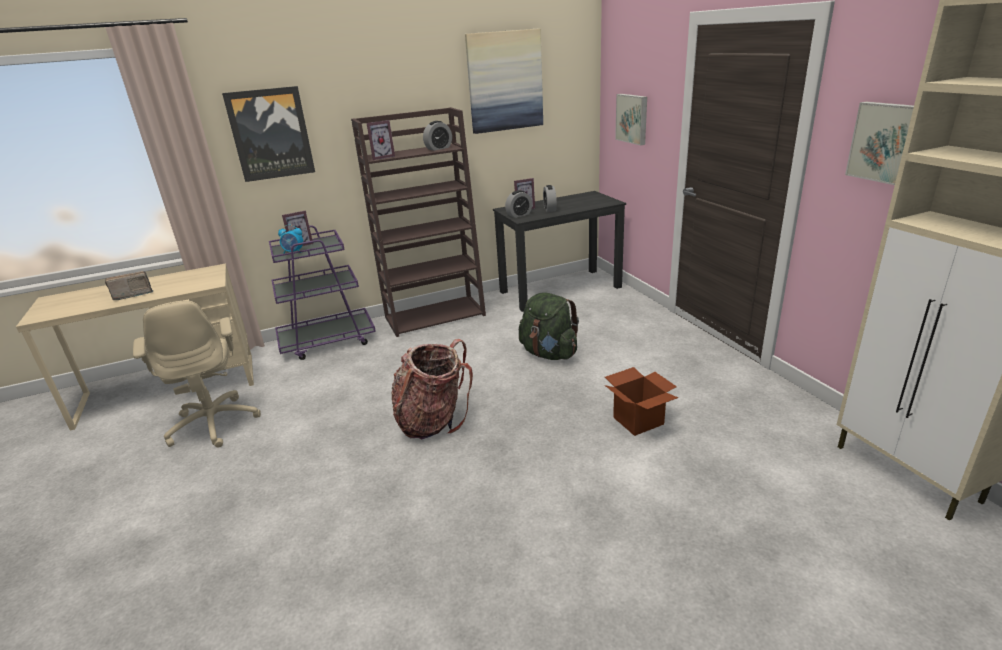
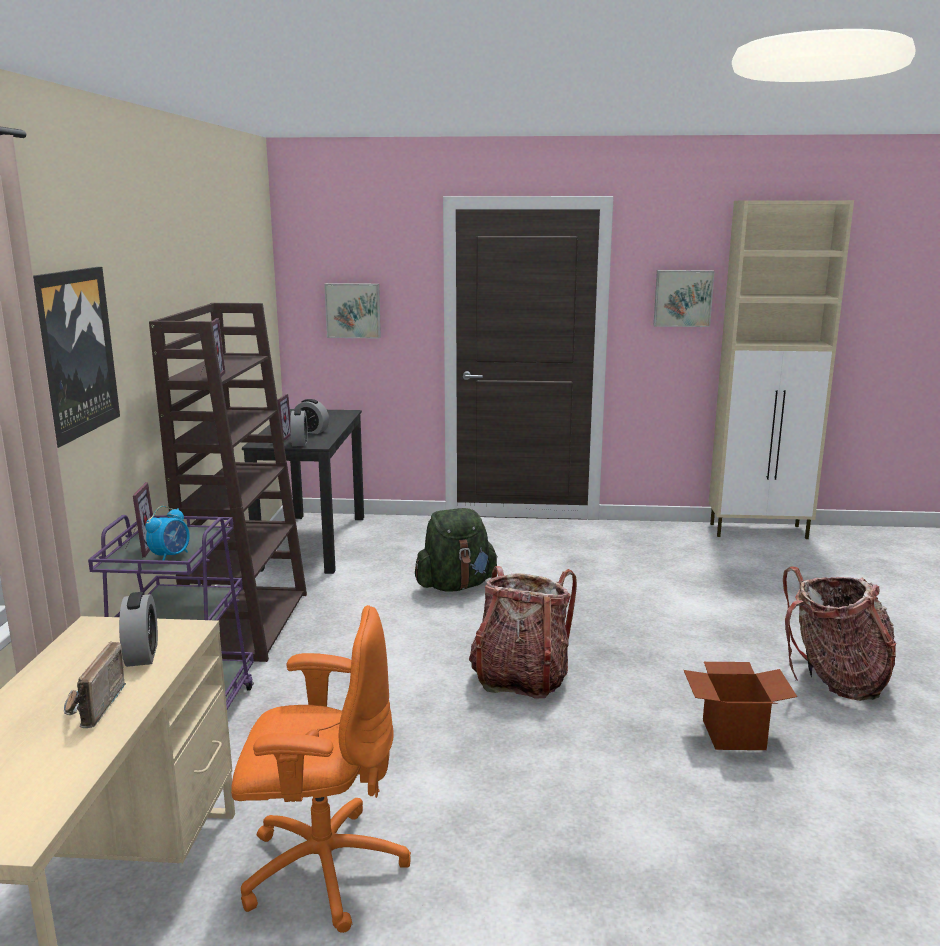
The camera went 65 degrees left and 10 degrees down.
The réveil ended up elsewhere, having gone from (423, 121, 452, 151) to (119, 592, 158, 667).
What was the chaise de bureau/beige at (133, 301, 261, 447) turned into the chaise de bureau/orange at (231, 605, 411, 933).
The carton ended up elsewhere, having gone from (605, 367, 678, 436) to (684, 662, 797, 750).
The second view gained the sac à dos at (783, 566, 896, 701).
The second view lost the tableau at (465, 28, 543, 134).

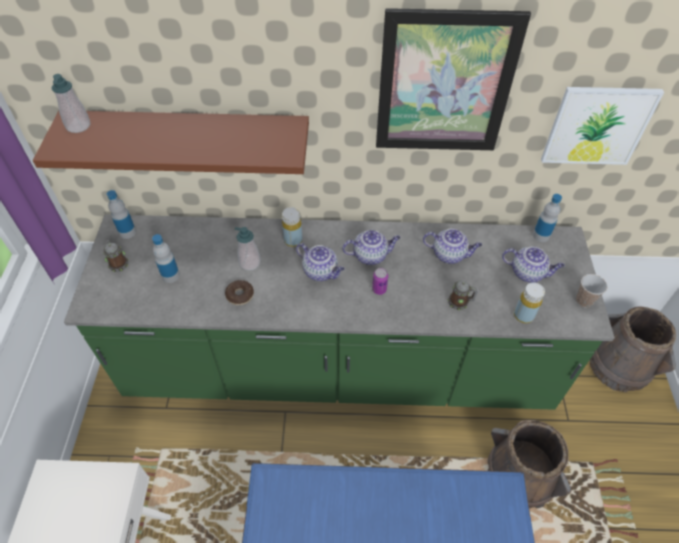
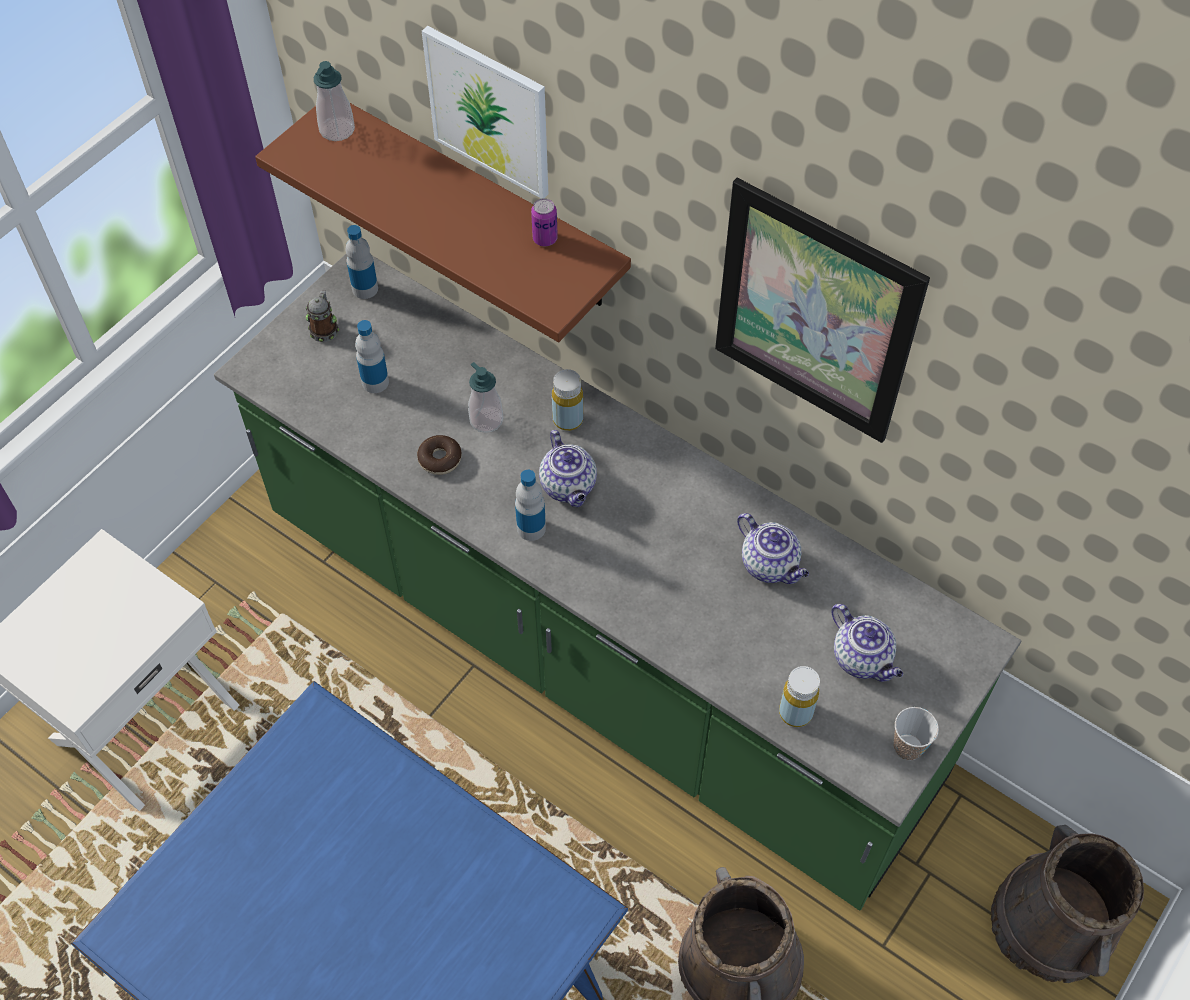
The camera went 35 degrees right and 5 degrees up.
The tableau ended up elsewhere, having gone from (541, 87, 664, 165) to (422, 26, 548, 199).
The bouteille ended up elsewhere, having gone from (533, 194, 562, 242) to (515, 470, 546, 541).
The boîte métallique ended up elsewhere, having gone from (372, 268, 388, 295) to (531, 198, 558, 246).
The second view lost the théière at (342, 230, 400, 265).
The second view lost the mug at (448, 280, 479, 310).

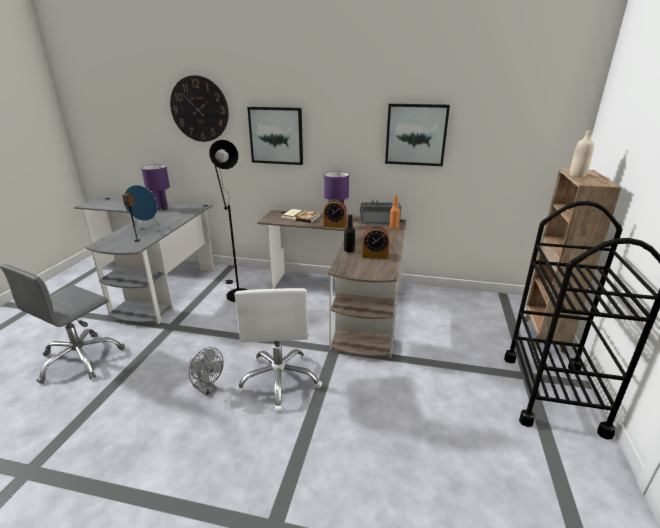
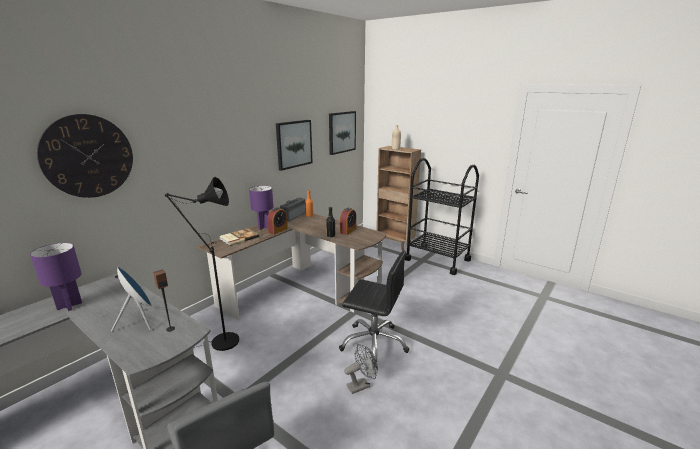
The camera went 65 degrees left and 5 degrees down.
The tableau ended up elsewhere, having gone from (247, 107, 303, 165) to (329, 111, 356, 155).
What was the chaise de bureau/blanc at (235, 288, 322, 412) turned into the chaise de bureau/noir at (339, 251, 409, 368).

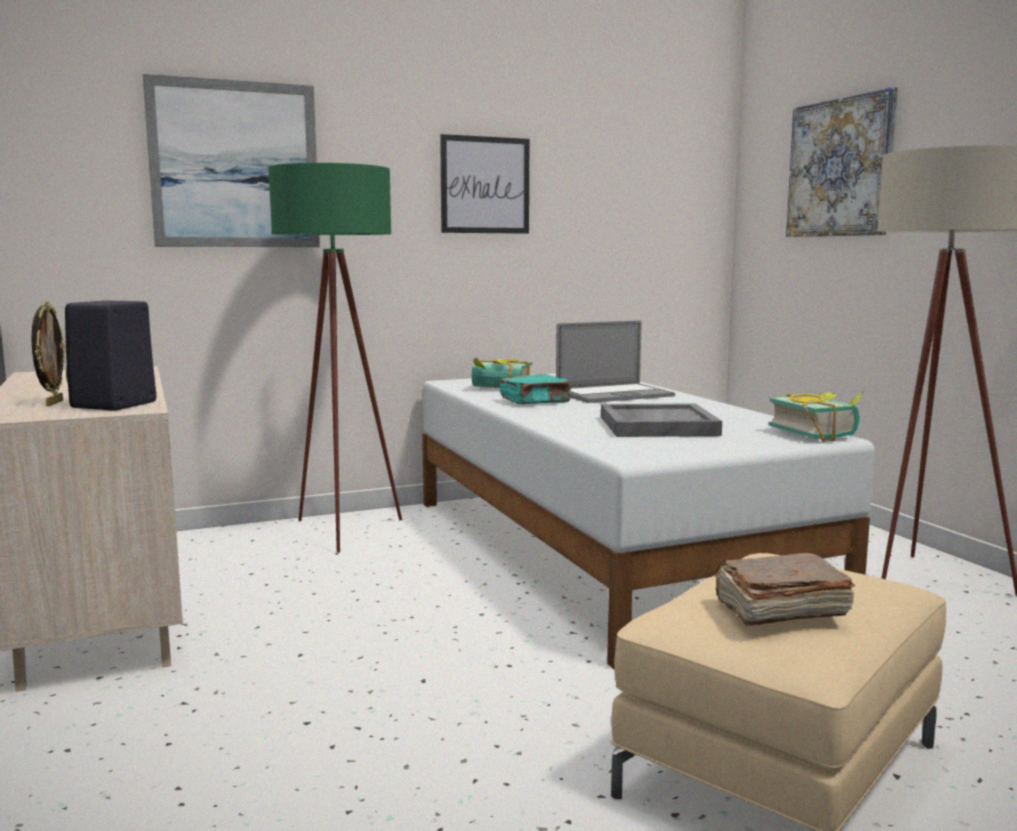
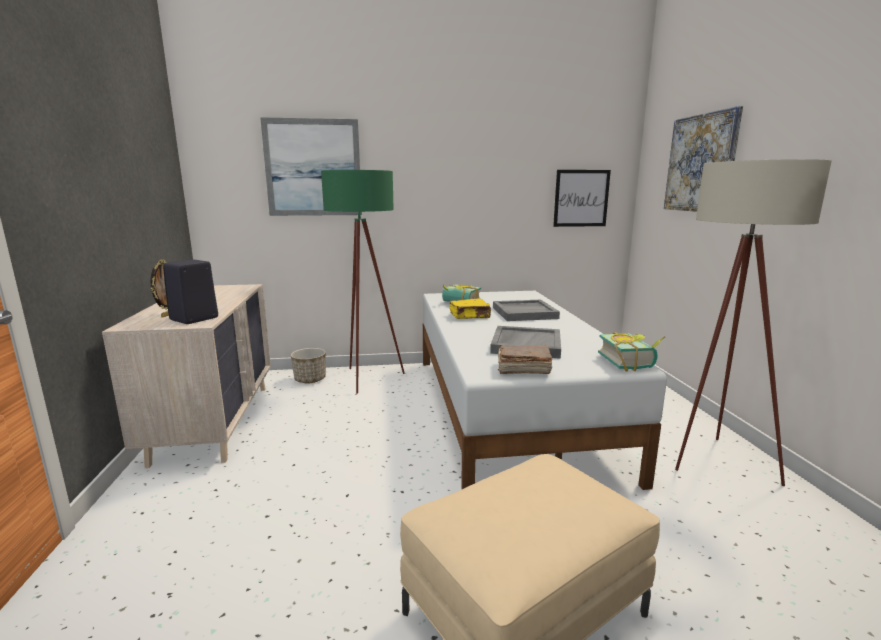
The camera went 15 degrees right and 5 degrees up.
The second view gained the cache-pot at (291, 348, 326, 384).
What was the livre/turquoise at (500, 374, 571, 404) turned into the livre/jaune at (449, 298, 492, 319).
Where the ordinateur portable stood at (556, 321, 675, 403), the plateau/gris came to stand at (493, 300, 560, 321).
The livre/marron ended up elsewhere, having gone from (715, 553, 855, 626) to (497, 345, 552, 374).
The tableau ended up elsewhere, having gone from (440, 134, 529, 234) to (553, 170, 611, 227).

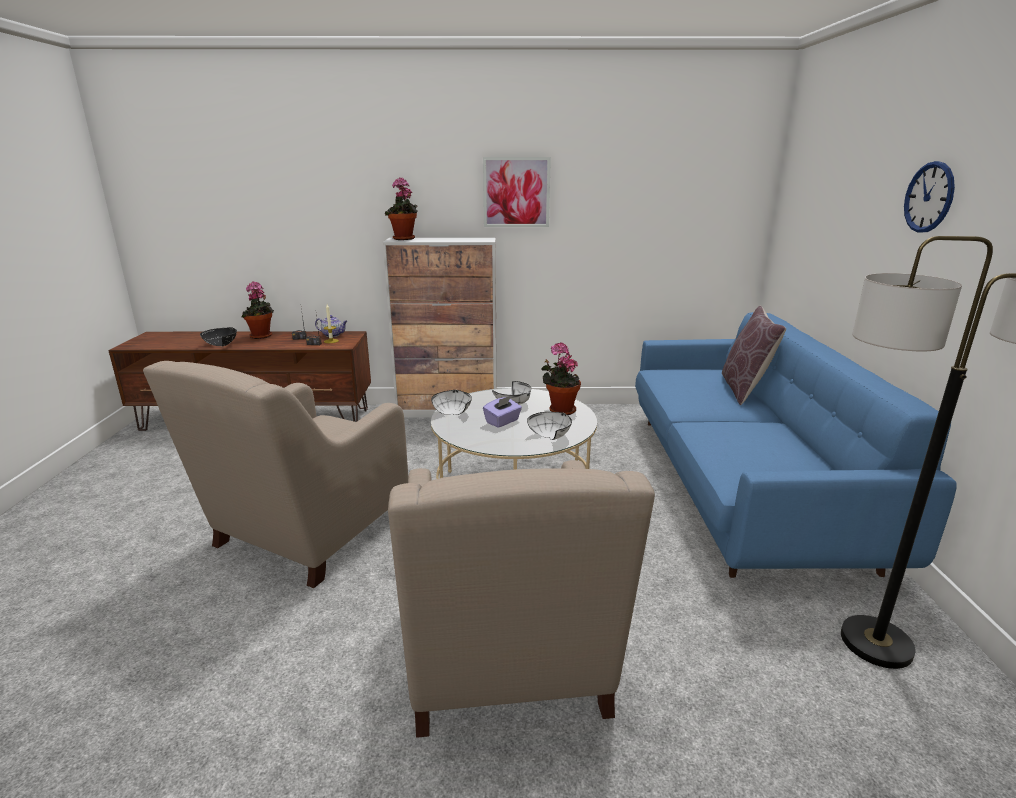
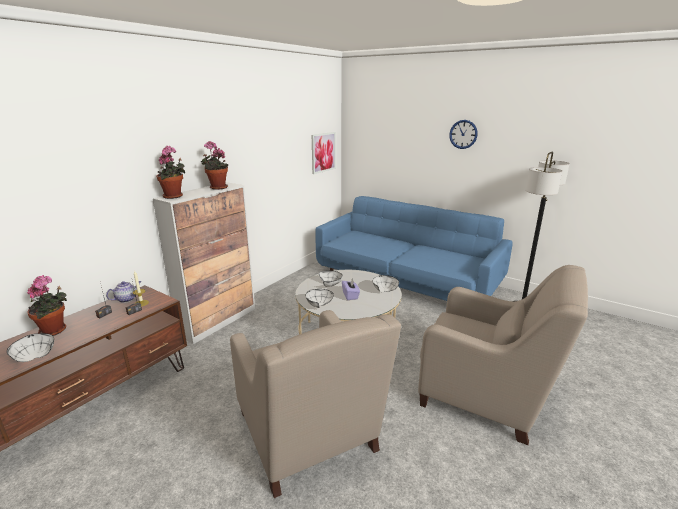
The camera went 55 degrees left and 0 degrees up.
What was the bol/noir at (200, 327, 237, 346) turned into the bol/blanc at (7, 333, 54, 362).
The plante en pot ended up elsewhere, having gone from (541, 342, 581, 415) to (200, 141, 228, 190).
The tableau ended up elsewhere, having gone from (483, 157, 551, 227) to (312, 132, 336, 174).
The second view lost the coussin/marron at (722, 306, 786, 405).

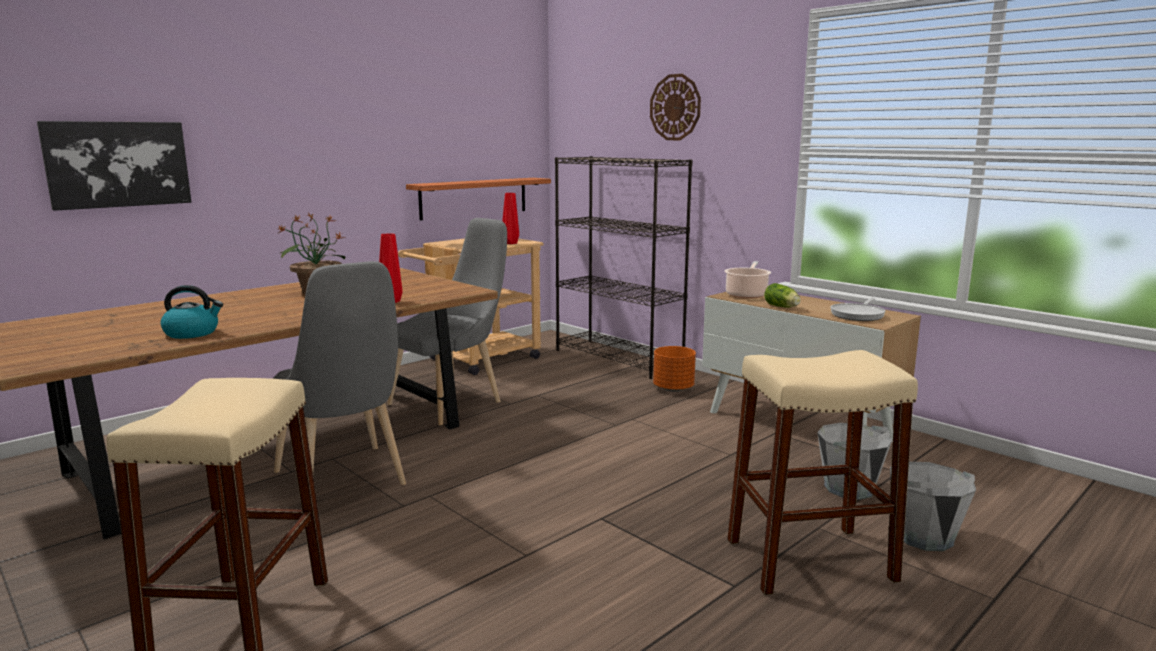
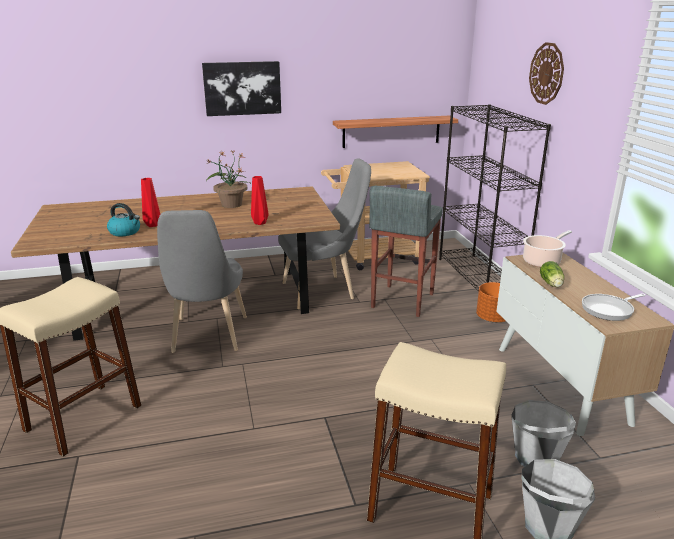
The camera went 30 degrees right and 10 degrees up.
The vase/rouge ended up elsewhere, having gone from (502, 193, 519, 244) to (141, 178, 160, 227).
The tableau ended up elsewhere, having gone from (37, 121, 191, 211) to (202, 61, 281, 116).
The second view gained the tabouret/gris at (369, 186, 443, 317).

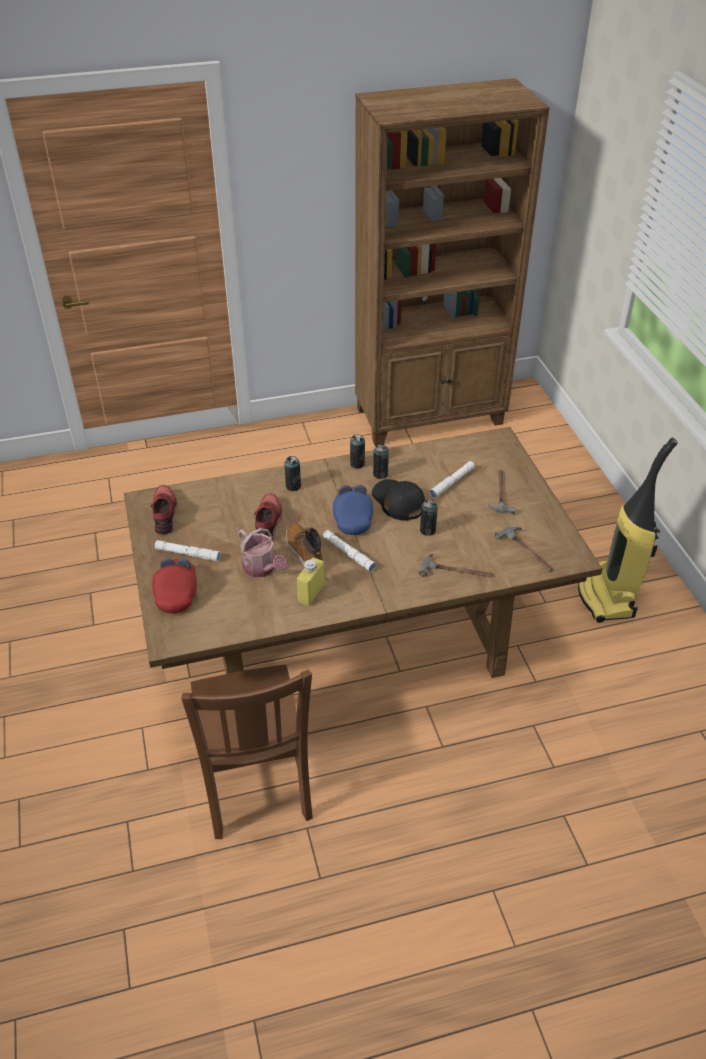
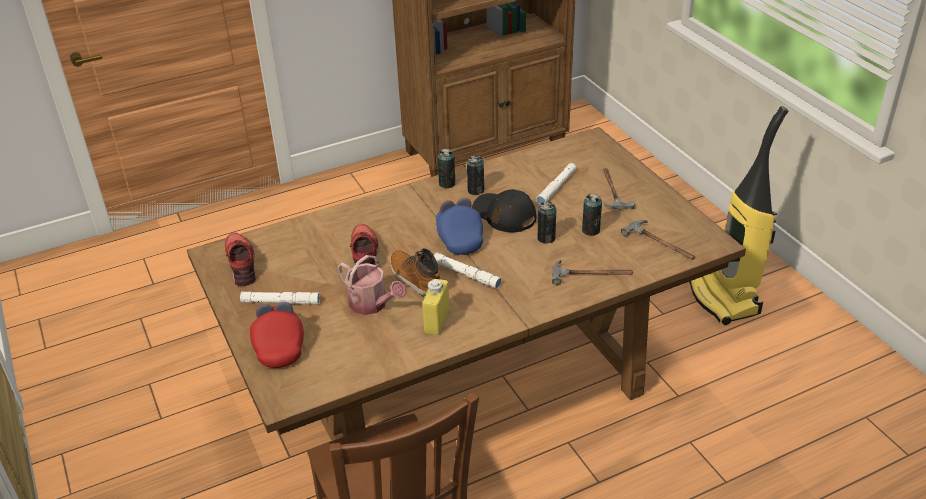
The camera went 10 degrees left and 5 degrees down.
The boîte métallique ended up elsewhere, having gone from (284, 456, 301, 491) to (582, 194, 602, 236).

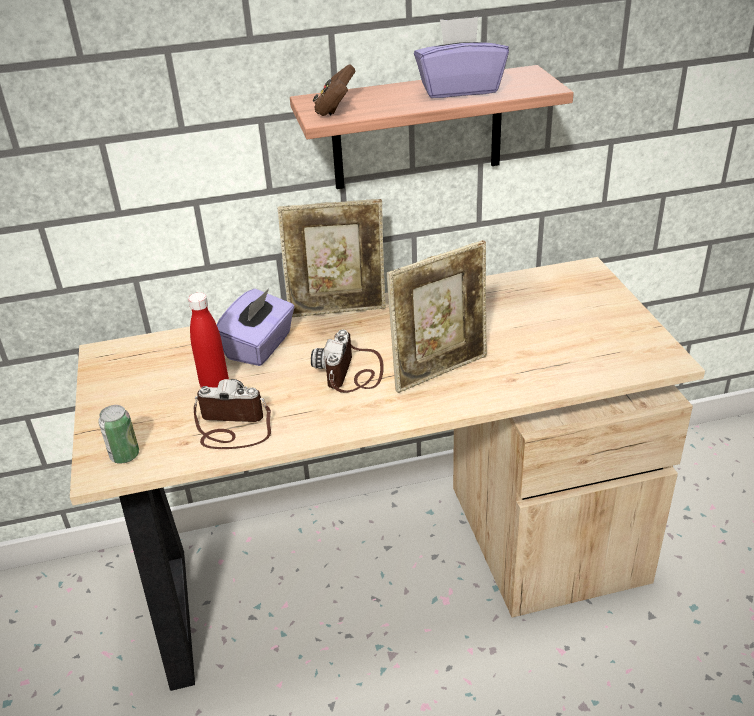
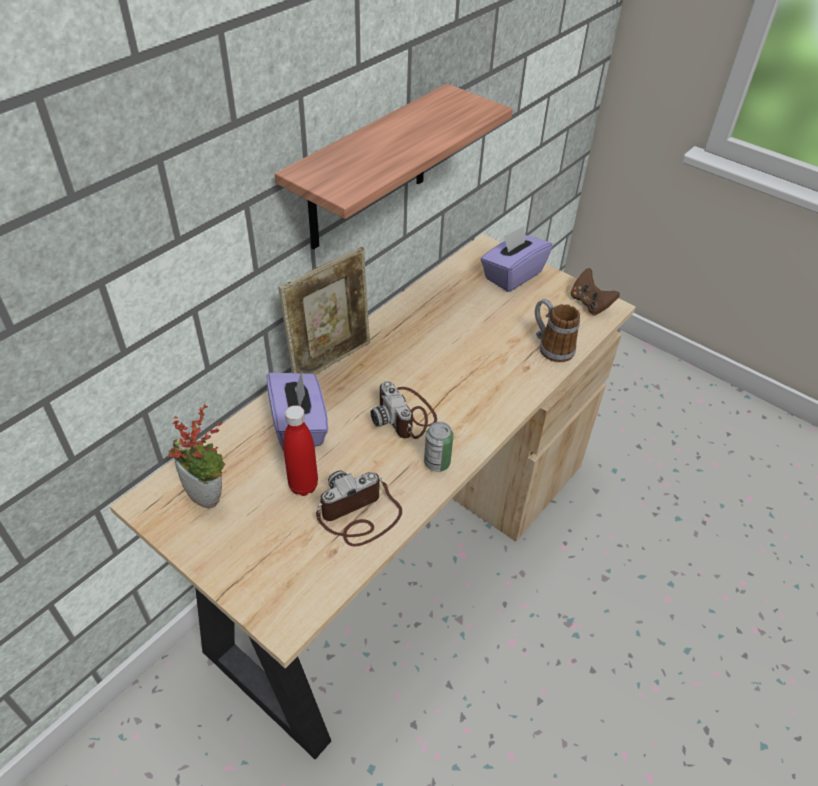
The camera went 40 degrees left and 10 degrees up.
The second view gained the plante en pot at (168, 404, 226, 509).
The boîte métallique ended up elsewhere, having gone from (98, 405, 139, 464) to (424, 422, 453, 472).
The boîte à mouchoirs/violet ended up elsewhere, having gone from (414, 17, 509, 98) to (481, 226, 552, 292).
The second view gained the mug at (535, 299, 580, 362).
The manette/marron ended up elsewhere, having gone from (313, 64, 356, 116) to (571, 268, 620, 315).
The second view lost the cadre photo at (387, 240, 487, 393).

